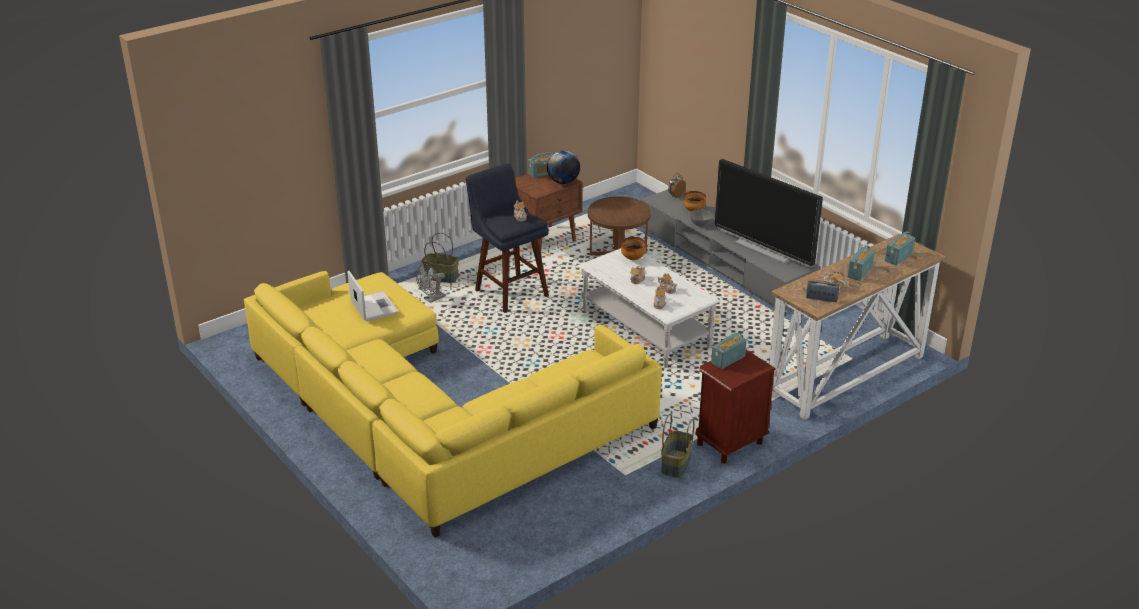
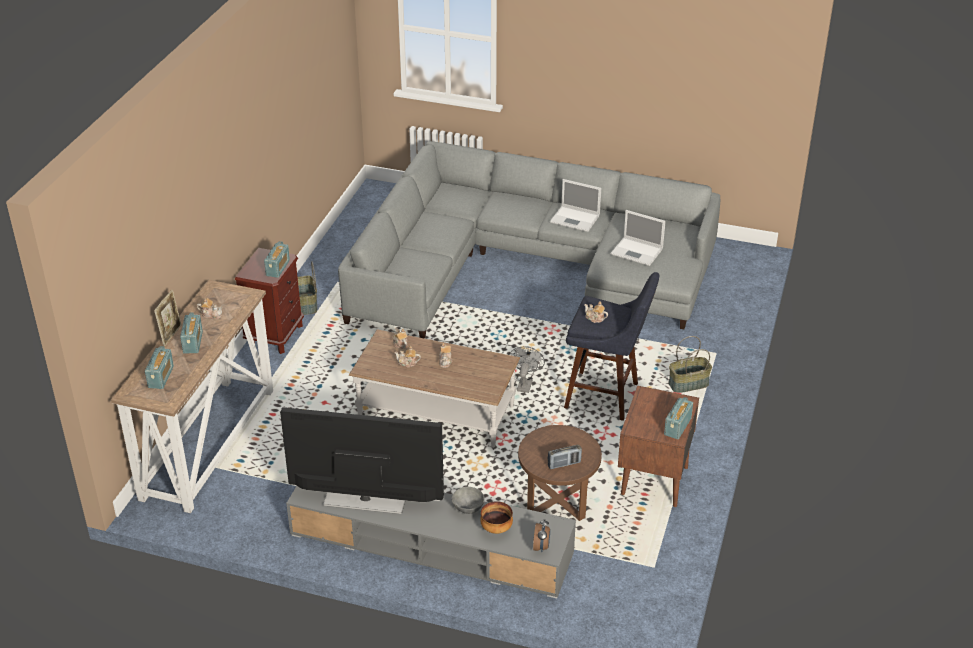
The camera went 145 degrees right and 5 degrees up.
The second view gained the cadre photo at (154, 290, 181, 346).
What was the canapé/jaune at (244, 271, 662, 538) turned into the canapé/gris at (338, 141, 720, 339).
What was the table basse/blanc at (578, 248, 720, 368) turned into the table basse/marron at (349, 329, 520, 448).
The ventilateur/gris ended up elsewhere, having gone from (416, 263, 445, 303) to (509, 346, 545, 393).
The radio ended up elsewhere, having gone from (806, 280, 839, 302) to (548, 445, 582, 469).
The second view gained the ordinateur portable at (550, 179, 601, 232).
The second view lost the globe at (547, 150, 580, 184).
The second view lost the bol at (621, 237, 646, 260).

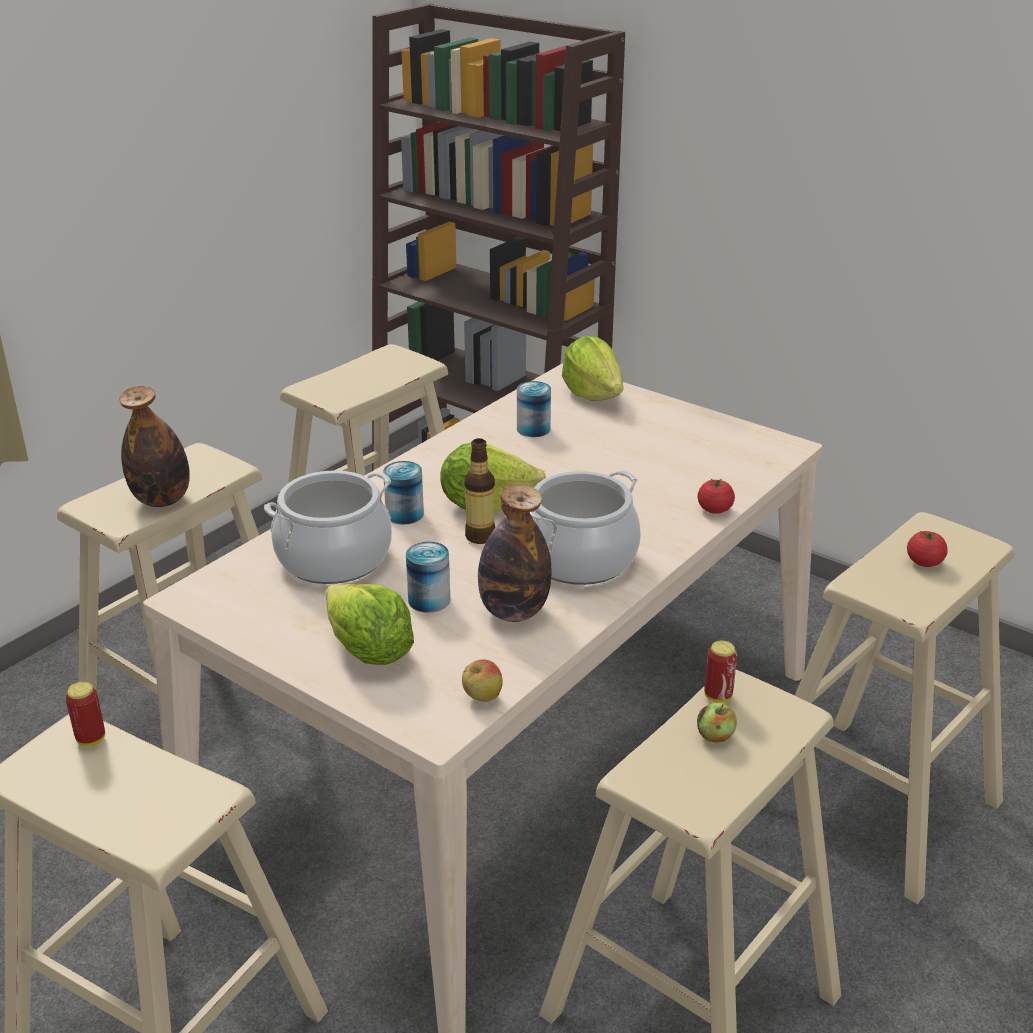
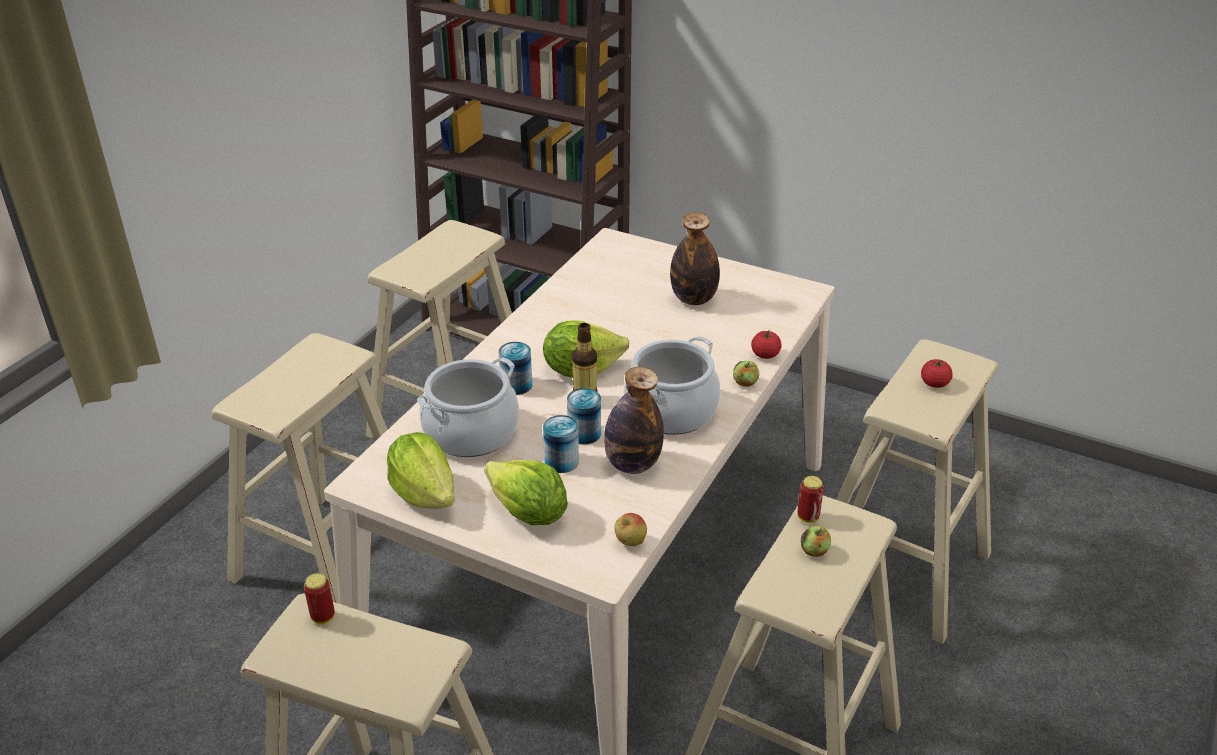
The camera went 10 degrees left and 5 degrees up.
The laitue ended up elsewhere, having gone from (562, 336, 623, 401) to (387, 432, 455, 509).
The boîte métallique ended up elsewhere, having gone from (517, 381, 551, 437) to (567, 388, 601, 445).
The bouteille ended up elsewhere, having gone from (119, 386, 190, 507) to (670, 212, 720, 305).
The second view gained the pomme at (733, 361, 759, 387).

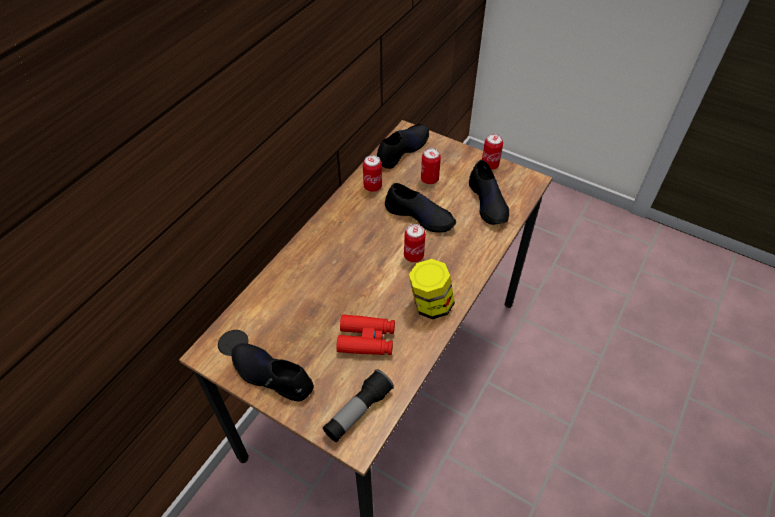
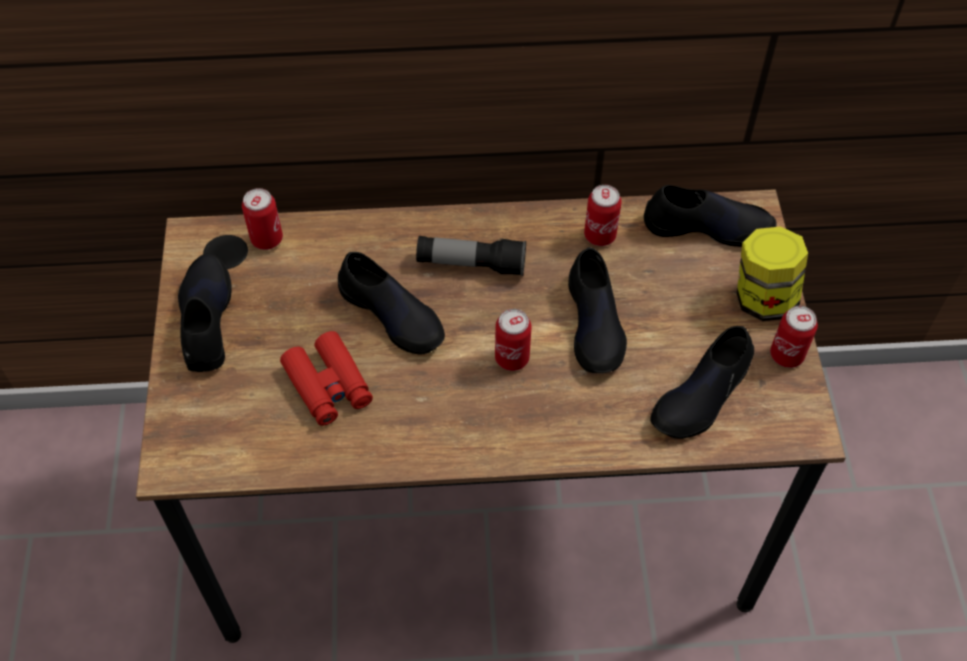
The camera went 55 degrees right and 5 degrees up.
The boîte métallique ended up elsewhere, having gone from (421, 148, 441, 184) to (242, 188, 283, 250).
The second view gained the chaussure/noir at (338, 252, 445, 354).
The lampe de poche ended up elsewhere, having gone from (323, 369, 394, 442) to (416, 236, 526, 276).
The bocal ended up elsewhere, having gone from (409, 259, 455, 319) to (737, 226, 808, 321).

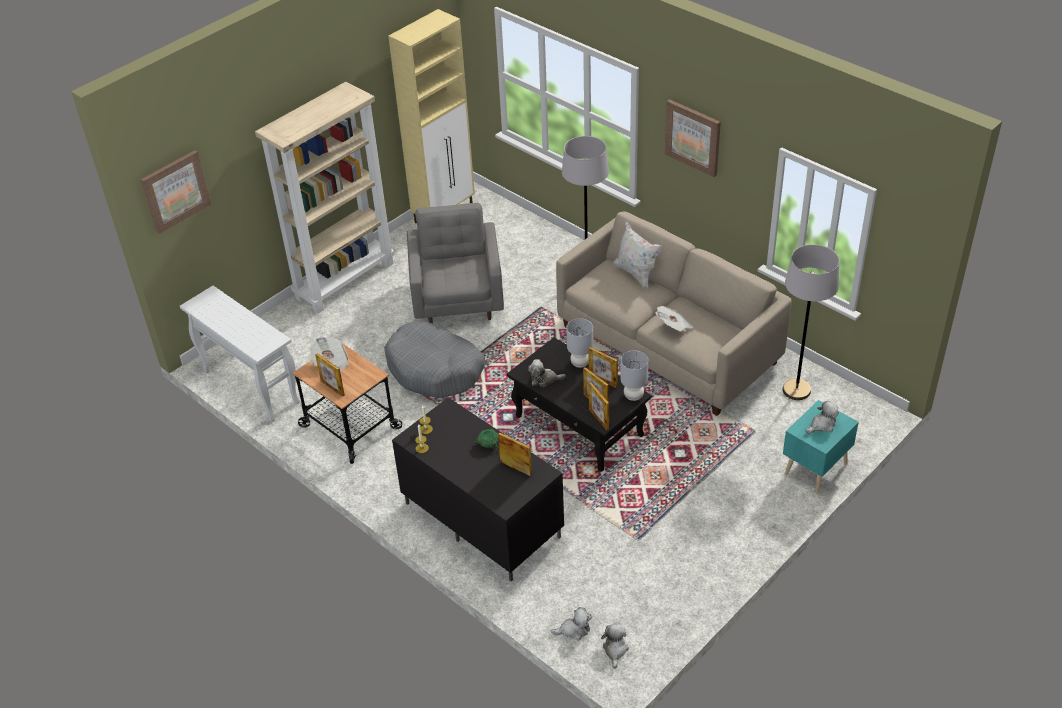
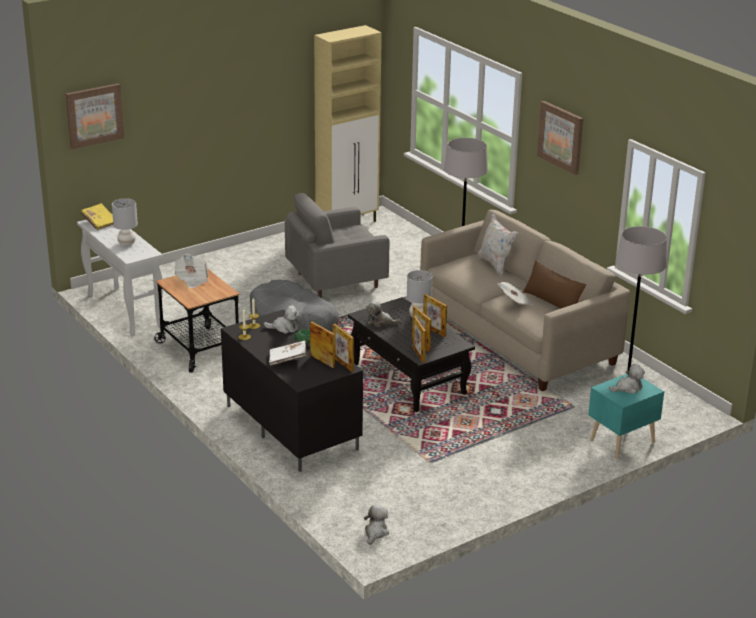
The camera went 10 degrees right and 15 degrees down.
The second view gained the livre/jaune at (81, 203, 113, 230).
The lampe de table/gris ended up elsewhere, having gone from (621, 350, 648, 401) to (112, 198, 138, 246).
The peluche ended up elsewhere, having gone from (551, 607, 592, 640) to (264, 305, 300, 334).
The second view gained the livre/blanc at (269, 340, 307, 366).
The fauteuil/gris at (407, 203, 504, 324) ended up facing another way, 120 degrees counterclockwise from before.
The cadre photo ended up elsewhere, having gone from (315, 353, 345, 397) to (333, 324, 354, 372).
The second view gained the coussin/marron at (523, 260, 586, 309).
The second view lost the bibliothèque/beige at (255, 82, 395, 314).

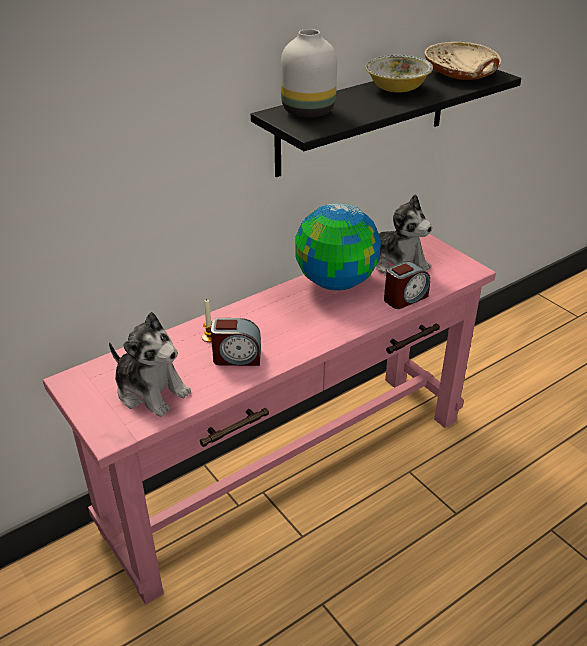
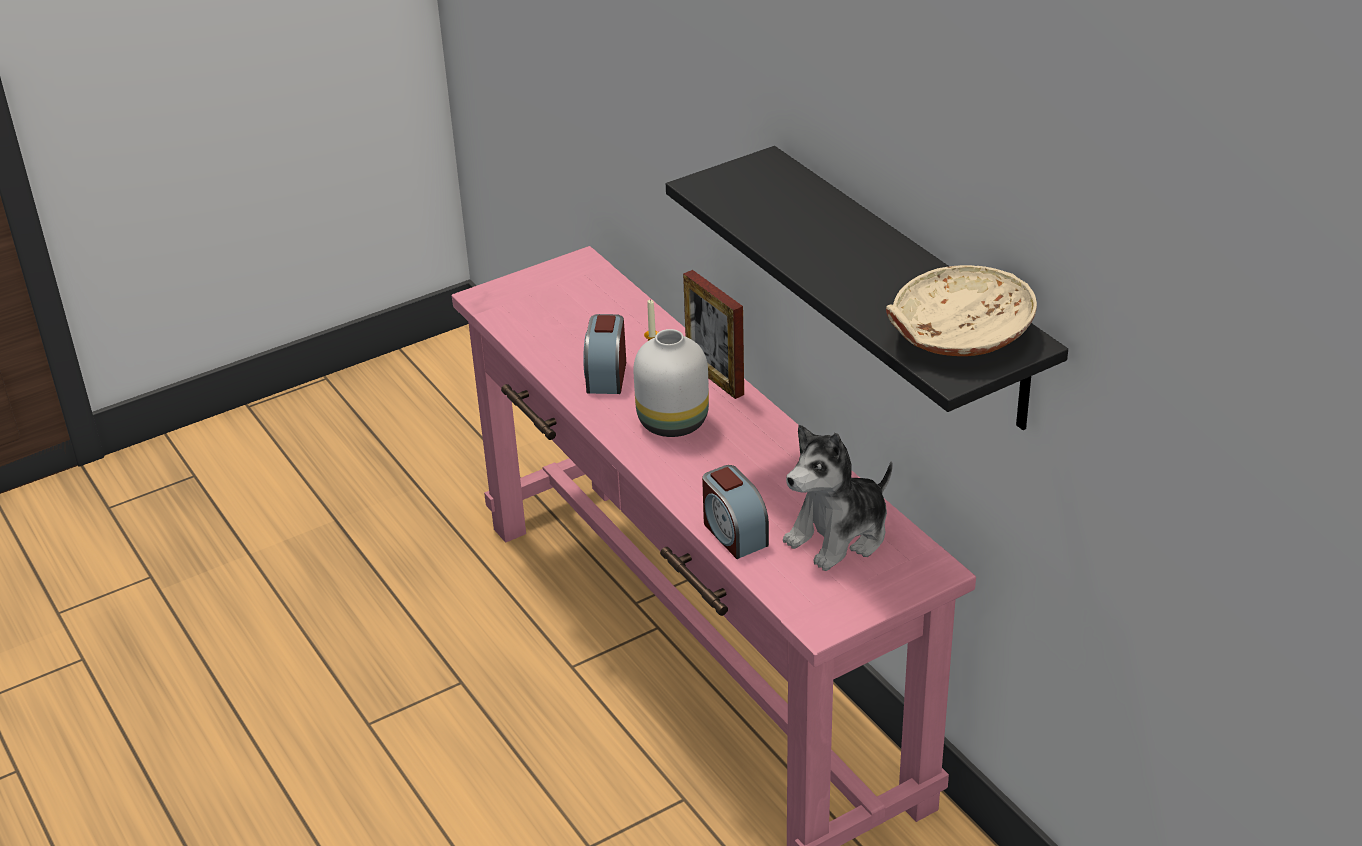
The camera went 95 degrees right and 0 degrees up.
The vase/blanc ended up elsewhere, having gone from (281, 29, 337, 118) to (634, 329, 709, 437).
The second view gained the cadre photo at (683, 270, 744, 399).
The second view lost the peluche at (109, 312, 191, 417).
The second view lost the globe at (295, 203, 381, 291).
The second view lost the bol at (365, 55, 433, 93).

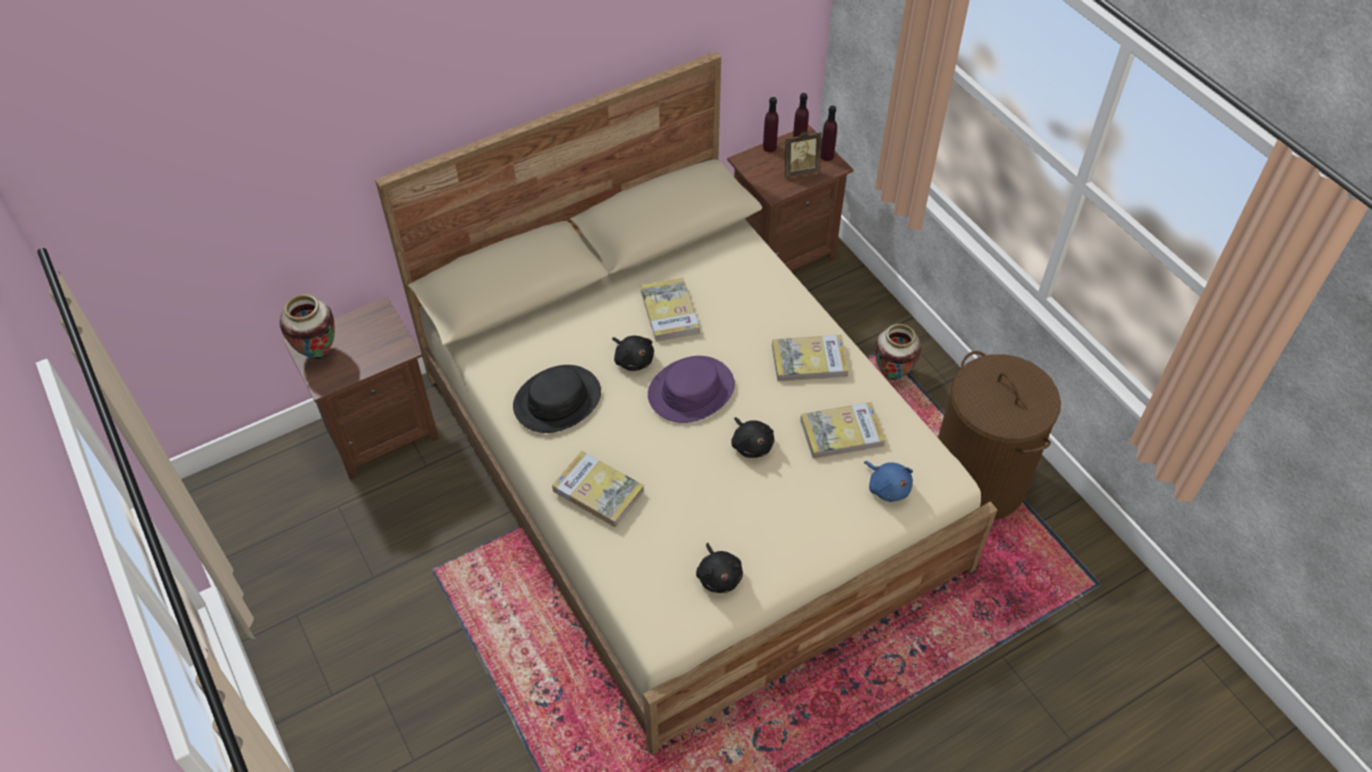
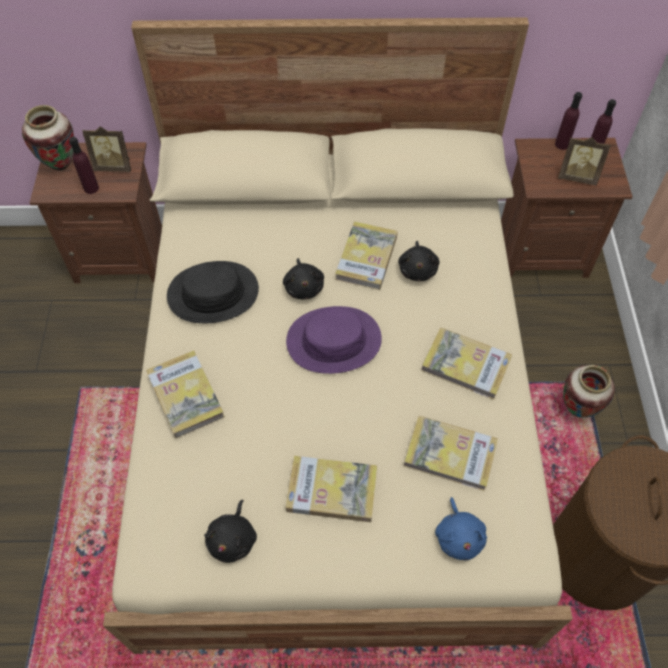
The camera went 30 degrees right and 5 degrees up.
The bouteille/violet ended up elsewhere, having gone from (821, 105, 837, 161) to (69, 137, 99, 194).
The second view gained the cadre photo at (82, 126, 131, 172).
The second view gained the livre at (286, 456, 377, 522).
The peluche/noir ended up elsewhere, having gone from (731, 417, 774, 458) to (398, 241, 439, 281).

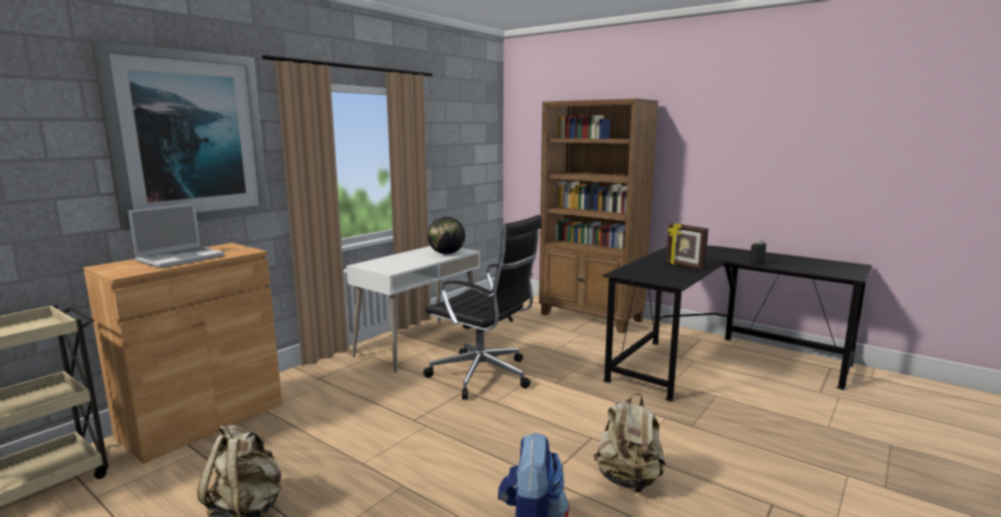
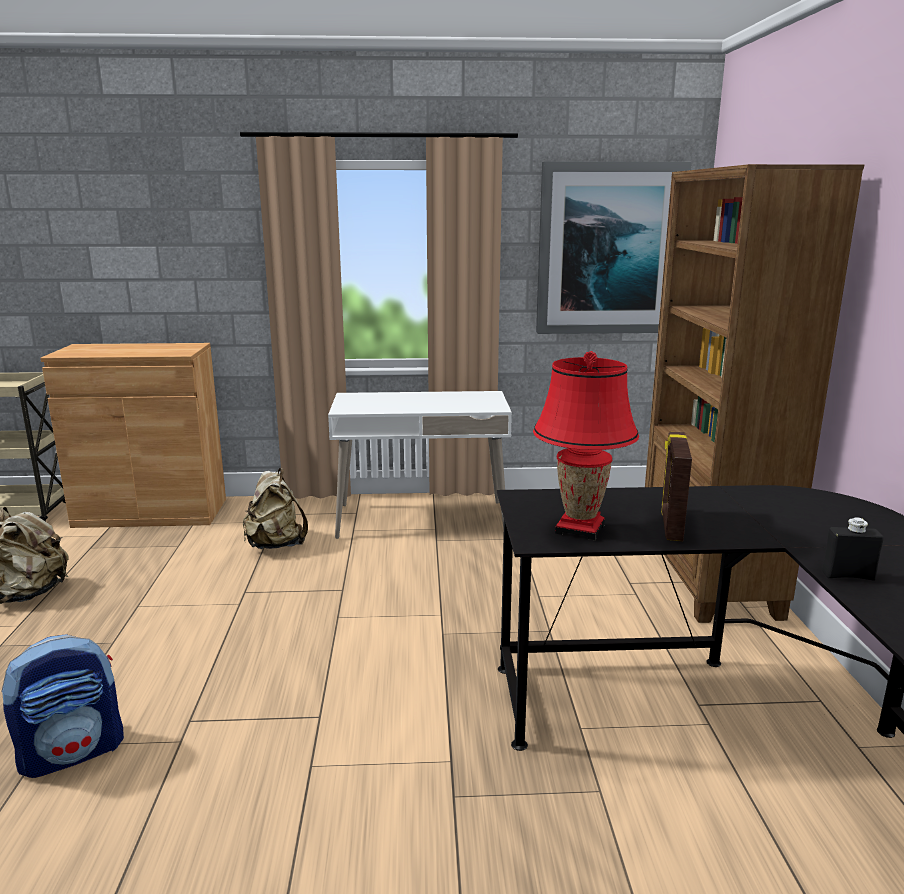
The camera went 50 degrees right and 5 degrees up.
The sac à dos/beige ended up elsewhere, having gone from (594, 393, 666, 492) to (243, 468, 308, 549).
The second view gained the lampe de table/rouge at (533, 351, 639, 540).
The tableau ended up elsewhere, having gone from (91, 41, 269, 230) to (536, 161, 692, 334).
The second view lost the ordinateur portable at (128, 203, 224, 268).
The second view lost the chaise de bureau/noir at (423, 215, 542, 399).
The second view lost the globe at (427, 217, 465, 254).

